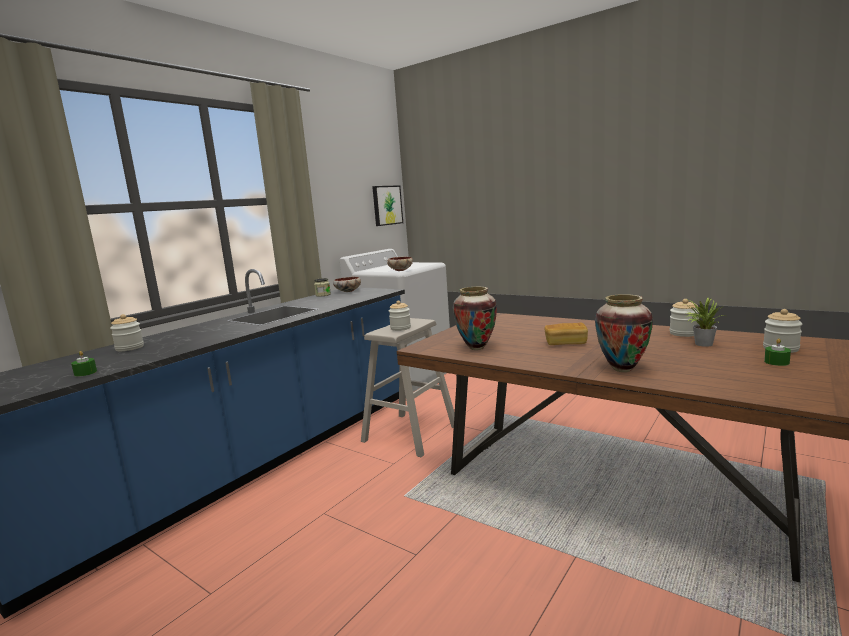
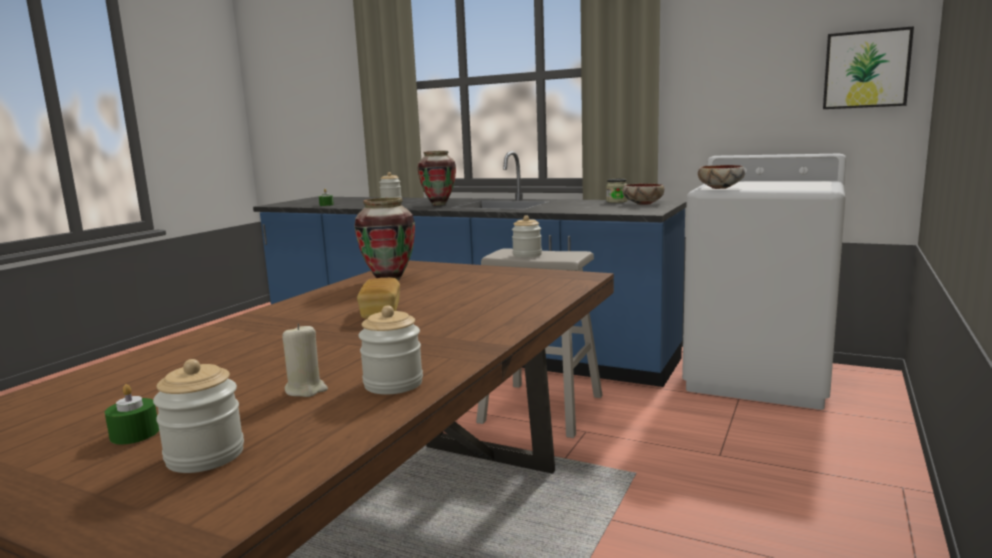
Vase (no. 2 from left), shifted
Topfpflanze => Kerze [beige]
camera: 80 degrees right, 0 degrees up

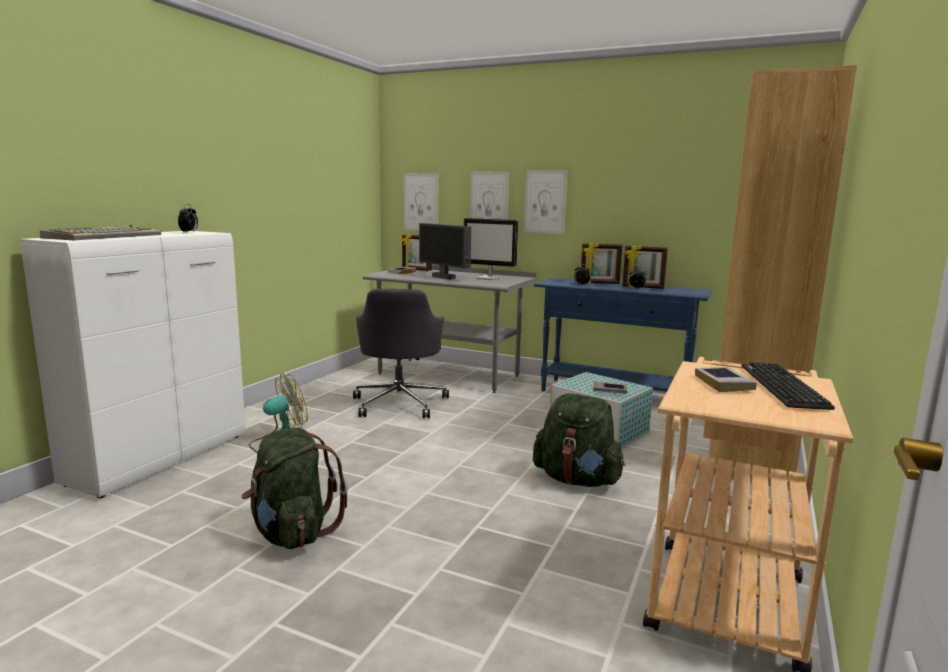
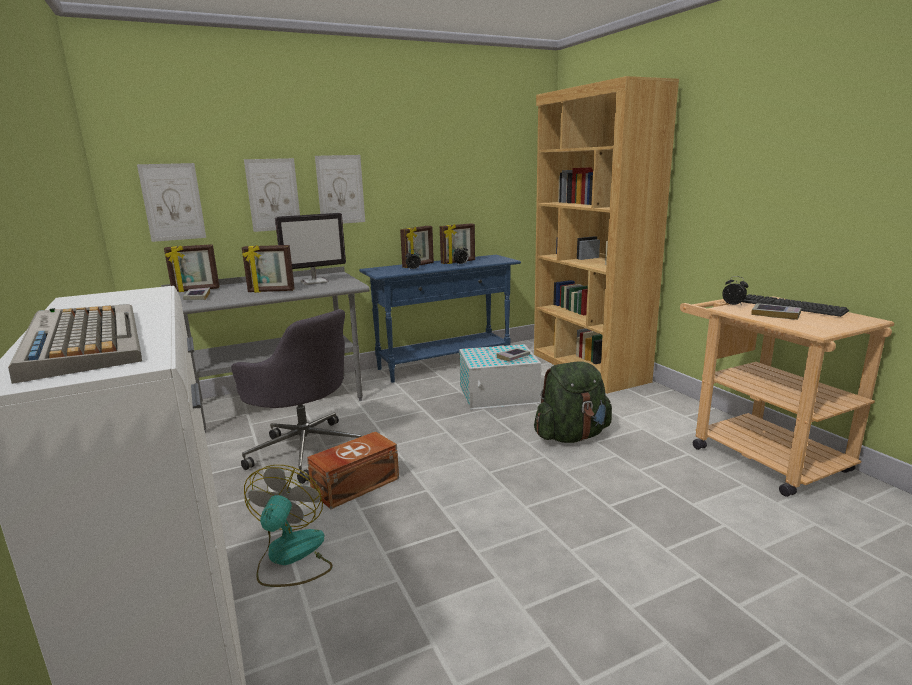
Rucksack [grün] (no. 1 from left) => nothing
nothing => Aufbewahrungsbox [braun]
Wecker (no. 1 from left in the first image) => Wecker (no. 3 from left), shifted
Monitor (no. 1 from left) => Bilderrahmen (no. 2 from left)
camera: 50 degrees left, 5 degrees up

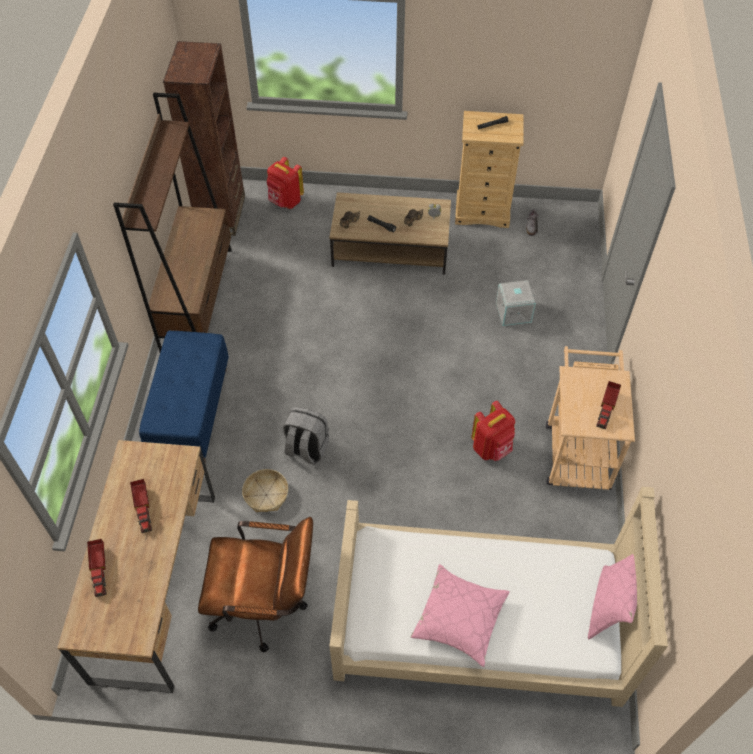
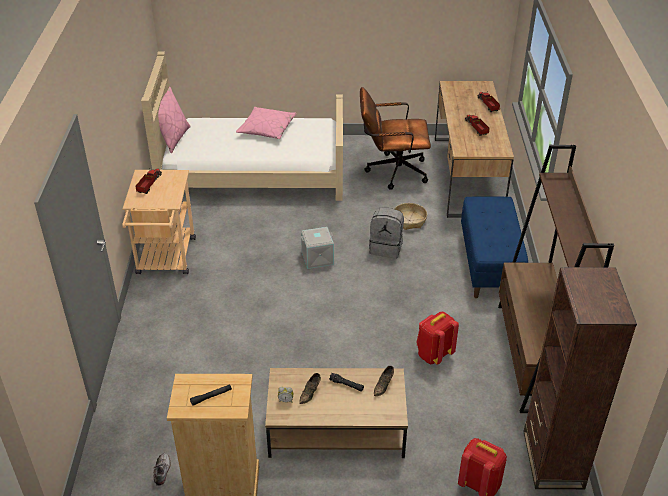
Rucksack [rot] (no. 2 from left in the first image) => Rucksack [rot] (no. 1 from left), shifted
Aufbewahrungsbox [grau], shifted
camera: 175 degrees right, 15 degrees down

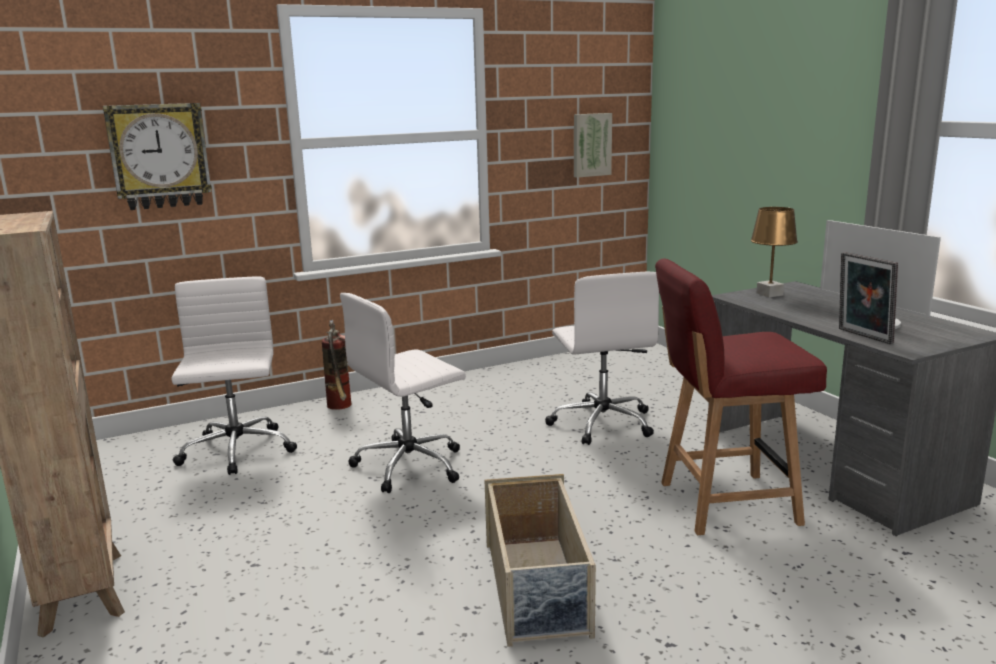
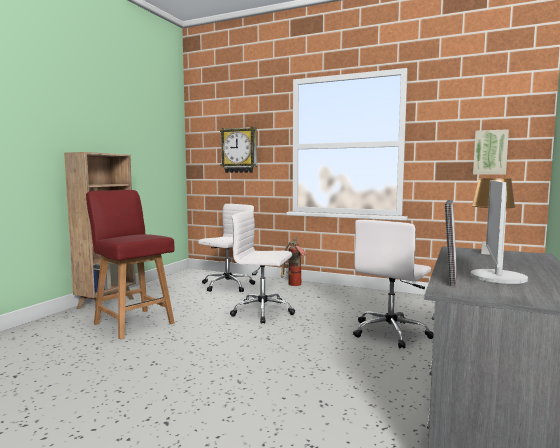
Aufbewahrungsbox [beige] => nothing
Stuhl [rot], shifted
camera: 50 degrees right, 10 degrees down

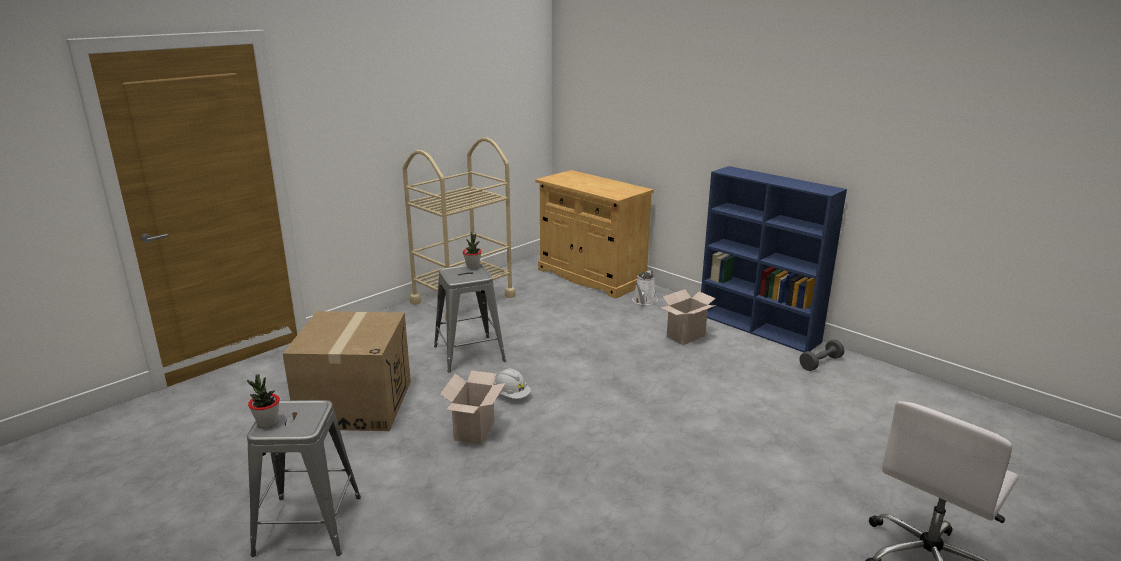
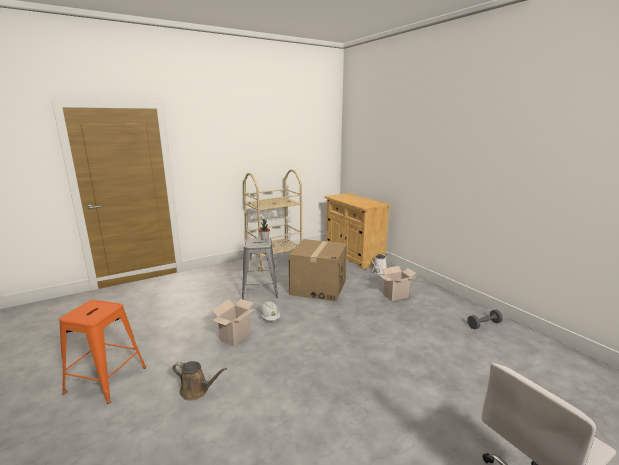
Topfpflanze (no. 1 from left) => nothing
Bücherregal [blau] => nothing
nothing => Gießkanne [braun]
Karton (no. 1 from left in the first image) => Karton (no. 2 from left), shifted
Hocker [grau] (no. 1 from left) => Hocker [orange]
camera: 15 degrees right, 5 degrees down

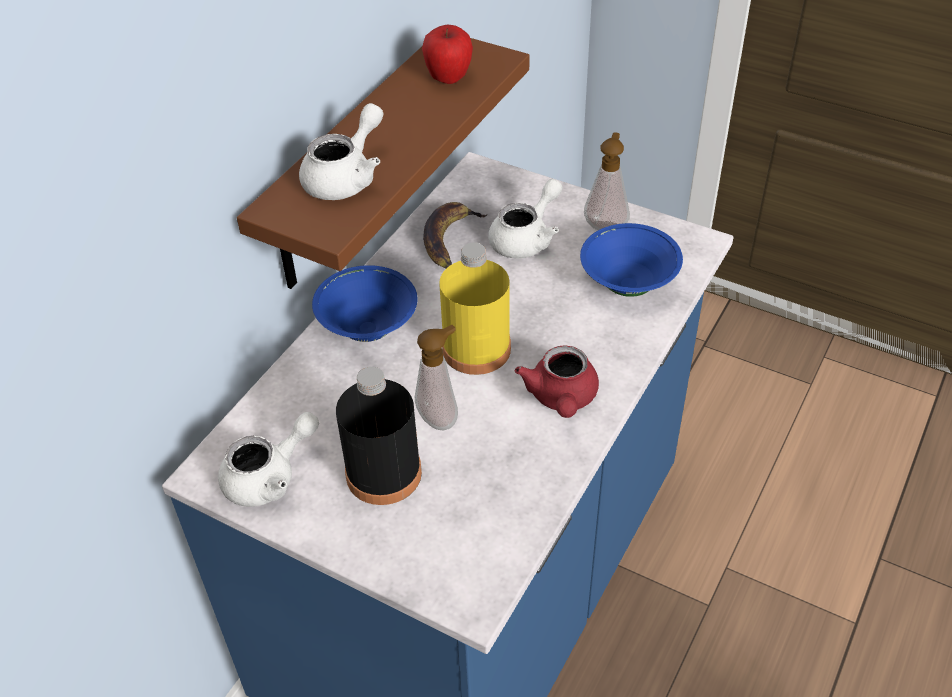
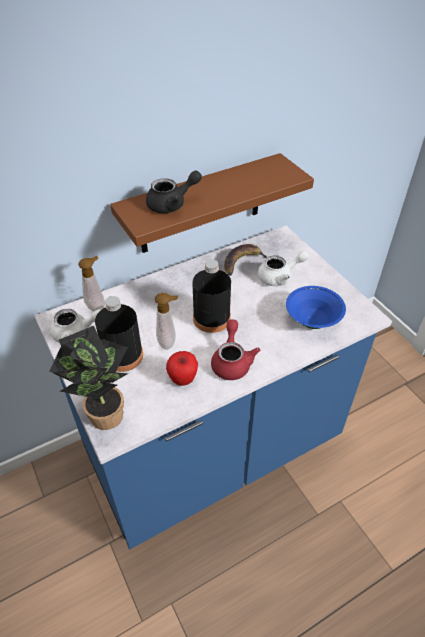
Schüssel [blau] (no. 1 from left) => nothing
nothing => Topfpflanze
Apfel, shifted
Seifenspender (no. 2 from left in the first image) => Seifenspender (no. 1 from left), shifted
Teekanne [weiß] (no. 2 from left) => Teekanne [schwarz]
Flasche [gelb] => Flasche [schwarz] (no. 2 from left)
Teekanne [rot], 150 degrees clockwise
camera: 30 degrees right, 0 degrees up

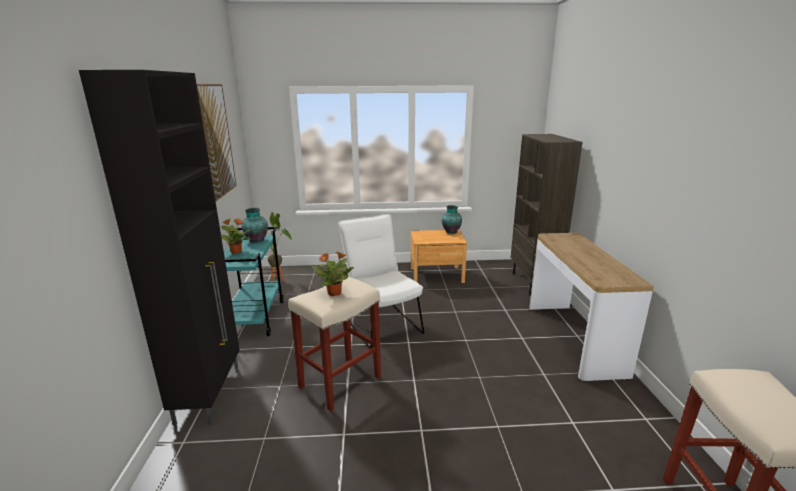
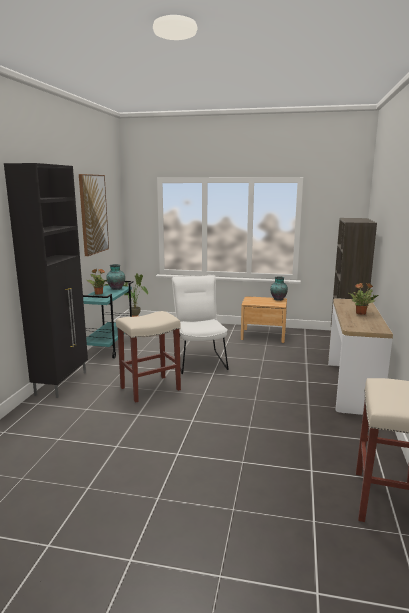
Topfpflanze (no. 3 from left), shifted
camera: 15 degrees right, 5 degrees down

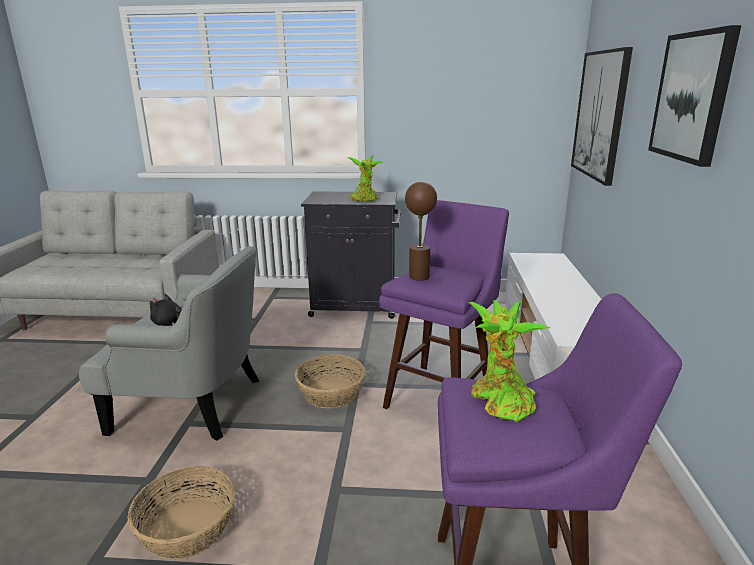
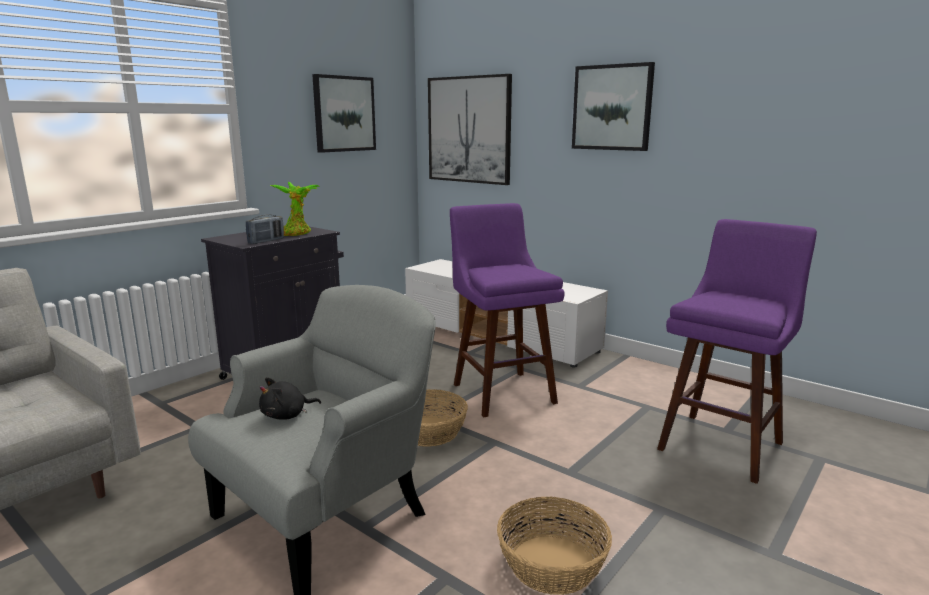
Tischlampe [braun] => nothing
Topfpflanze (no. 2 from left) => nothing
nothing => Radio
nothing => Bild (no. 1 from left)
camera: 55 degrees left, 5 degrees down

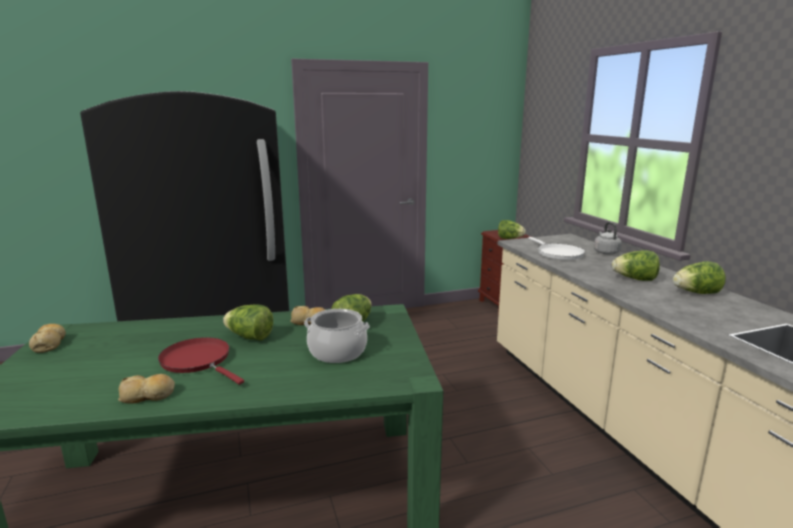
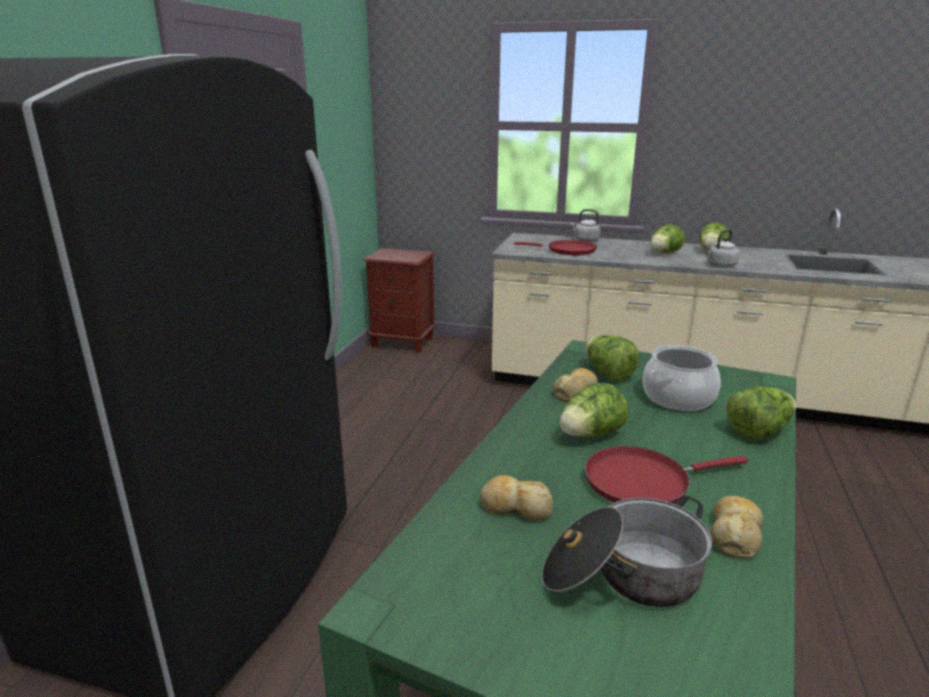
nothing => Kochtopf (no. 1 from left)
nothing => Wasserkessel [grau] (no. 2 from left)
Brot (no. 1 from left), shifted
Salatkopf (no. 3 from left in the first image) => Salatkopf (no. 5 from left), shifted
Pfanne [weiß] => Pfanne [rot] (no. 1 from left)
camera: 55 degrees left, 5 degrees up

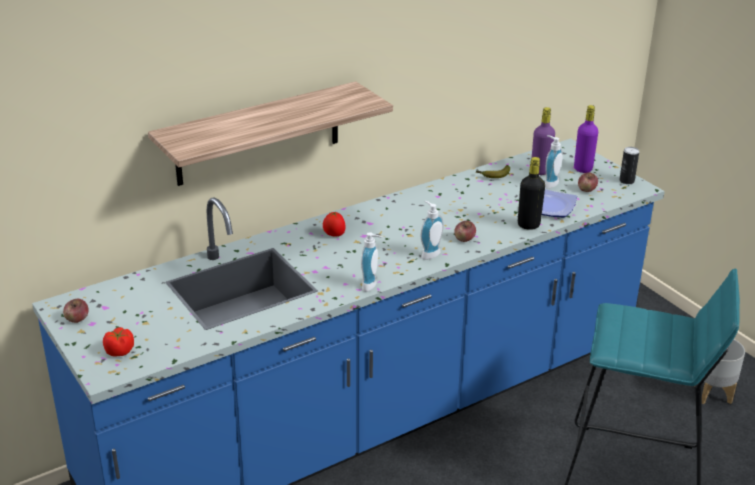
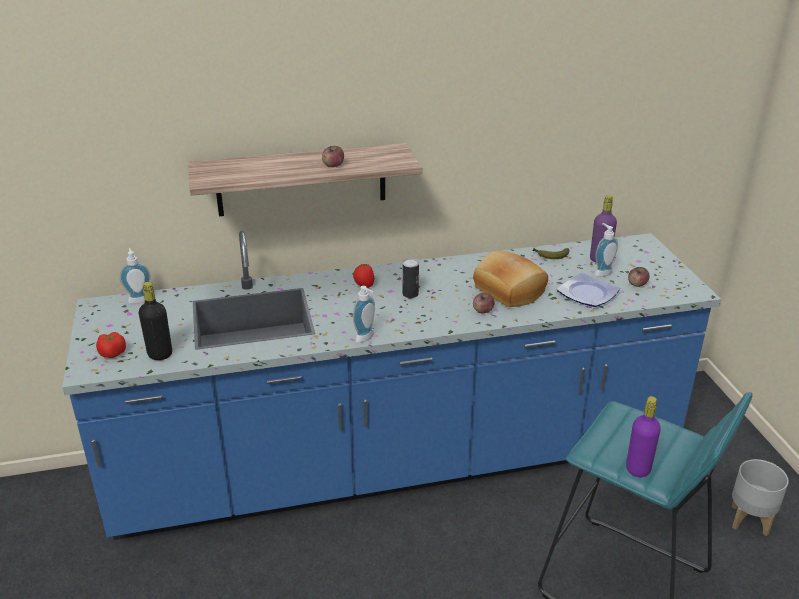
nothing => Brot
Apfel (no. 1 from left), shifted
Seifenspender (no. 2 from left in the first image) => Seifenspender (no. 1 from left), shifted
Flasche [schwarz], shifted
Flasche [lila] (no. 2 from left), shifted
Dose, shifted
camera: 20 degrees right, 0 degrees up

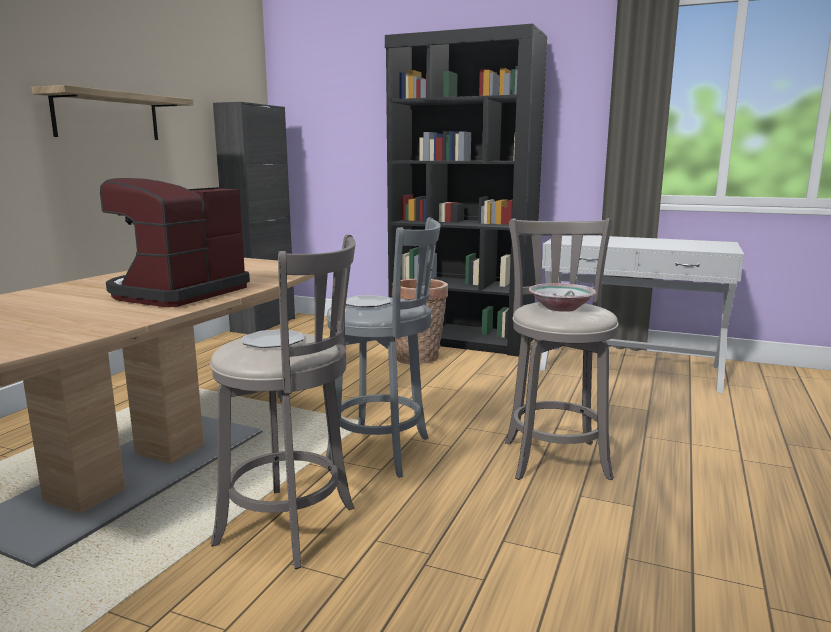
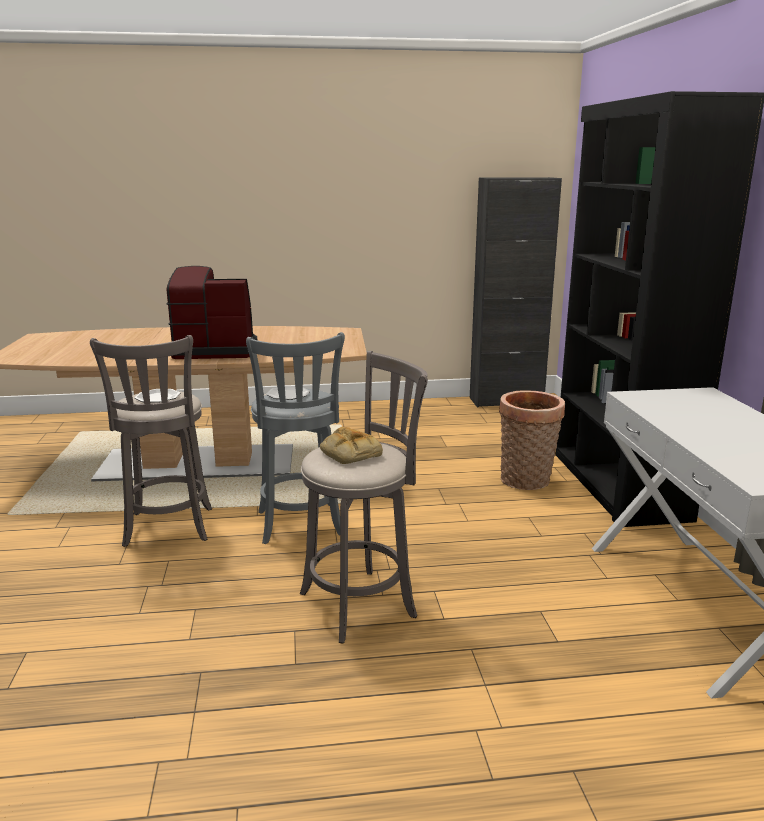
Wandregal => nothing
Schüssel => Brot
camera: 60 degrees right, 5 degrees up

